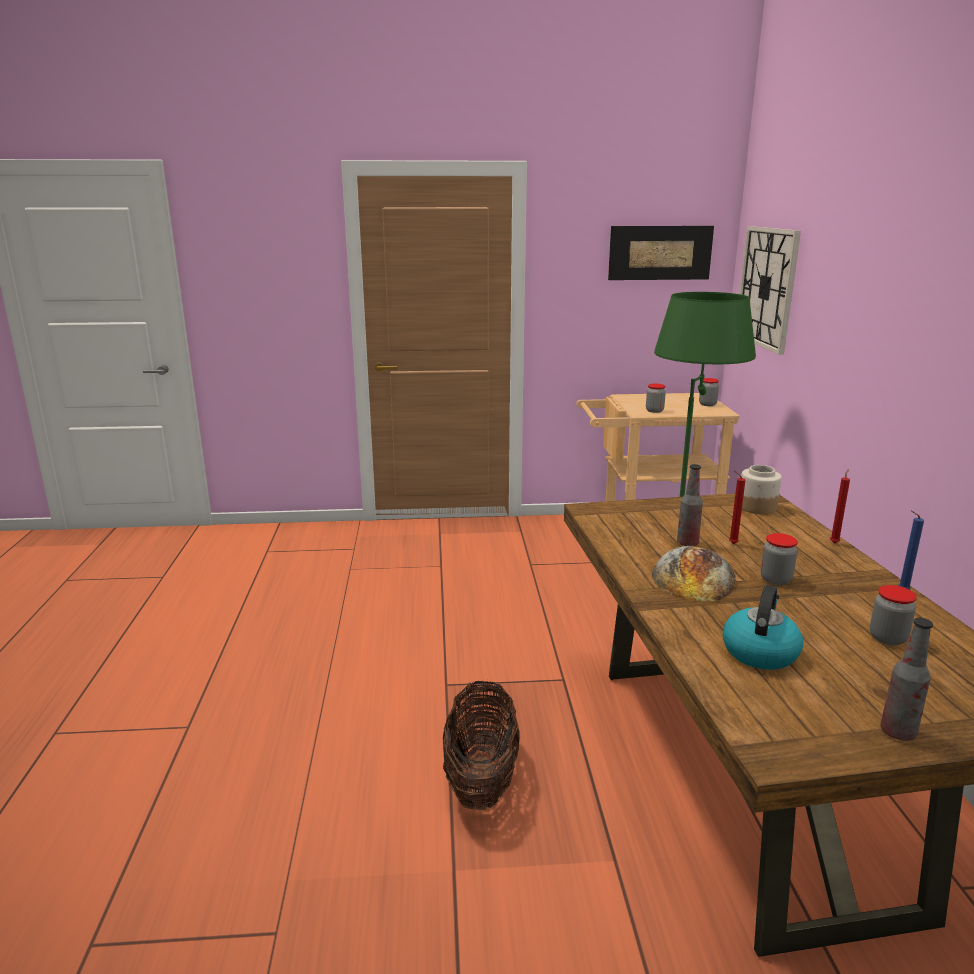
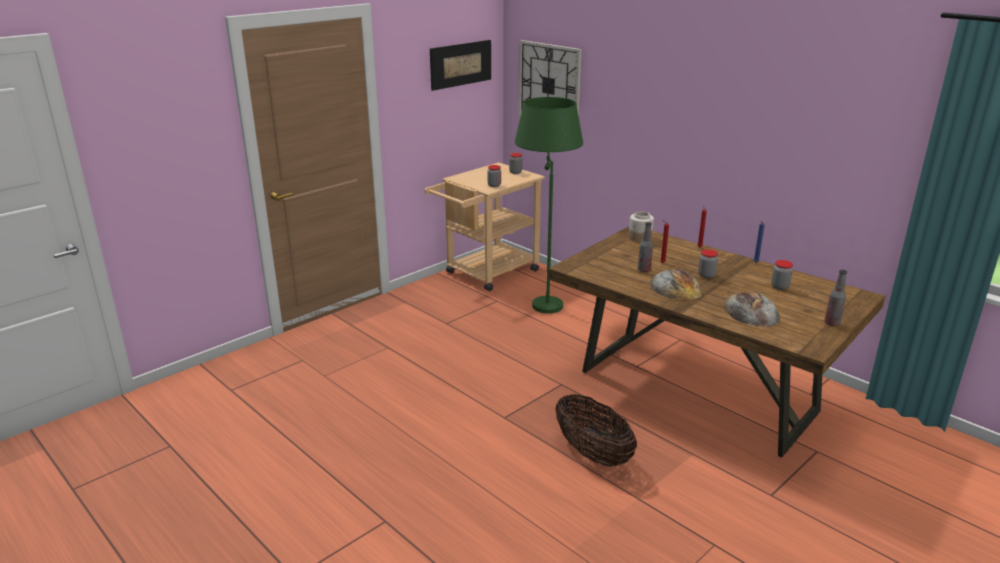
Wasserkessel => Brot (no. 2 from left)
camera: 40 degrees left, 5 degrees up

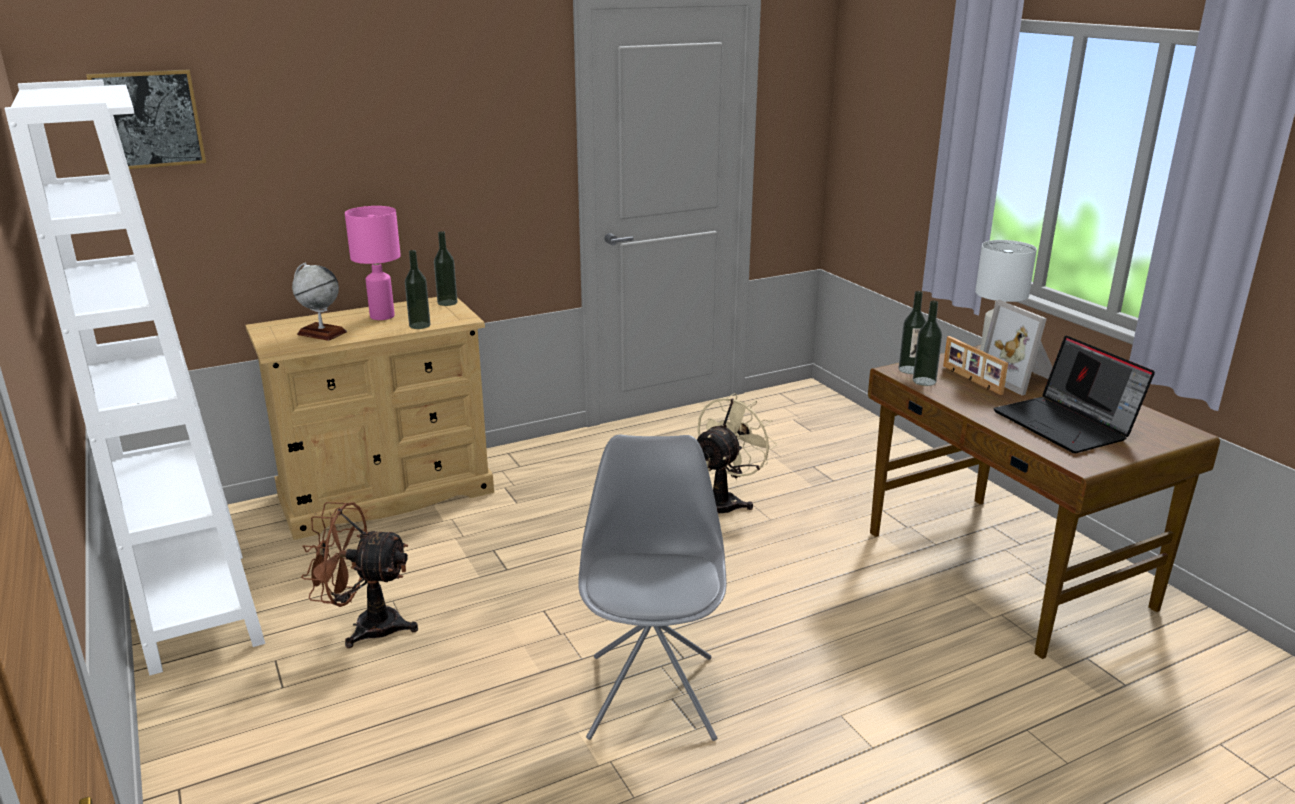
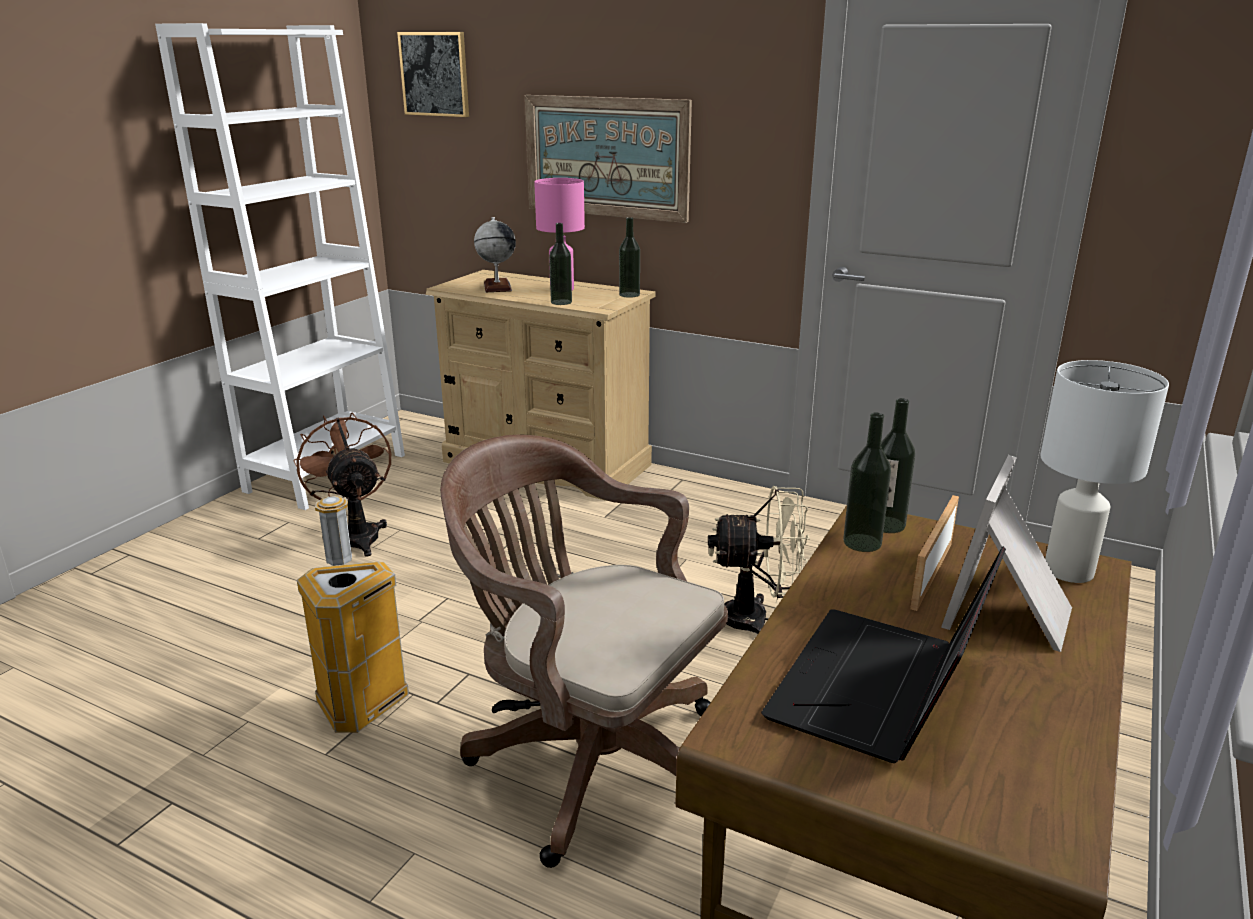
nothing => Bürostuhl [braun]
nothing => Bild (no. 2 from left)
Stuhl [grau] => Mülleimer
camera: 55 degrees right, 0 degrees up

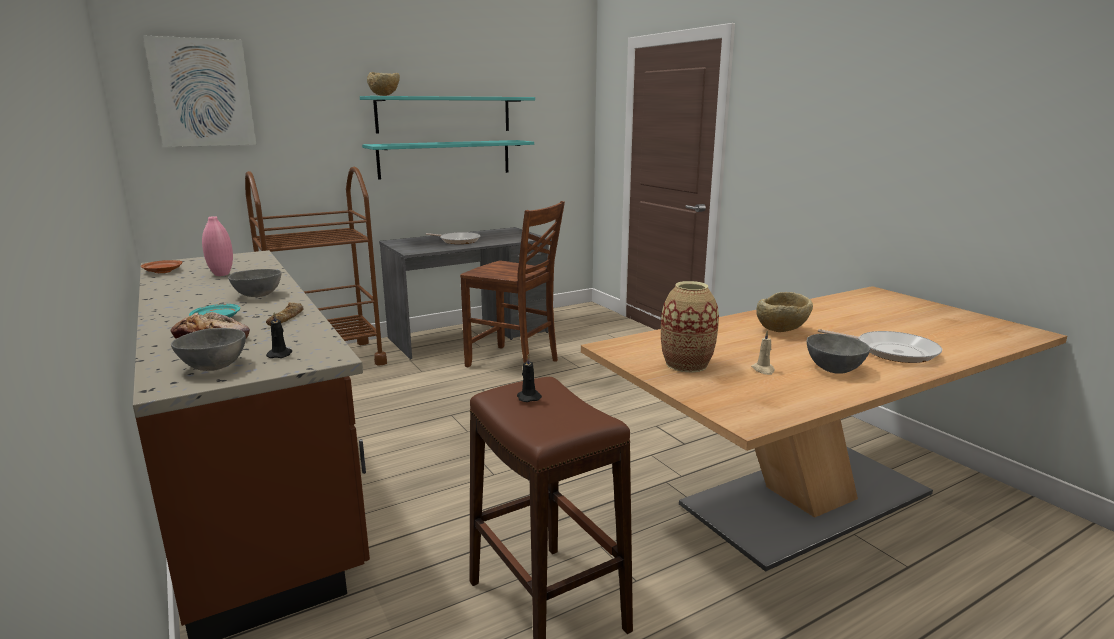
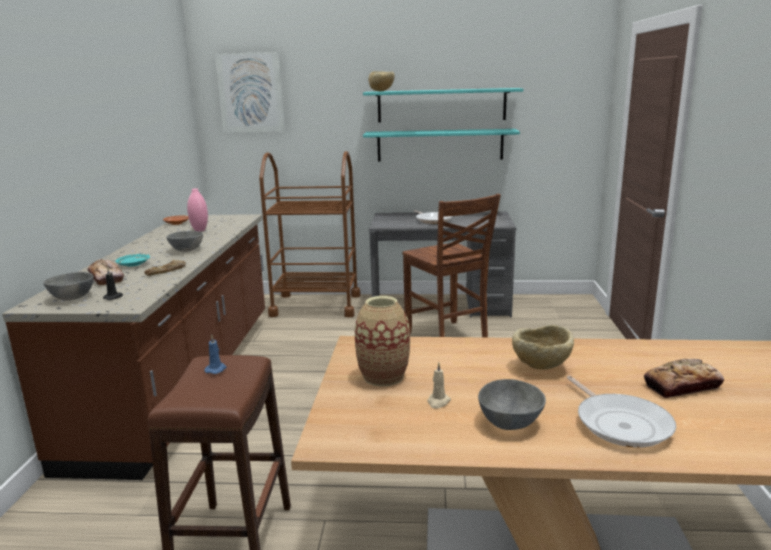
nothing => Brot (no. 3 from left)
Kerze [schwarz] (no. 2 from left) => Kerze [blau]
camera: 35 degrees right, 0 degrees up

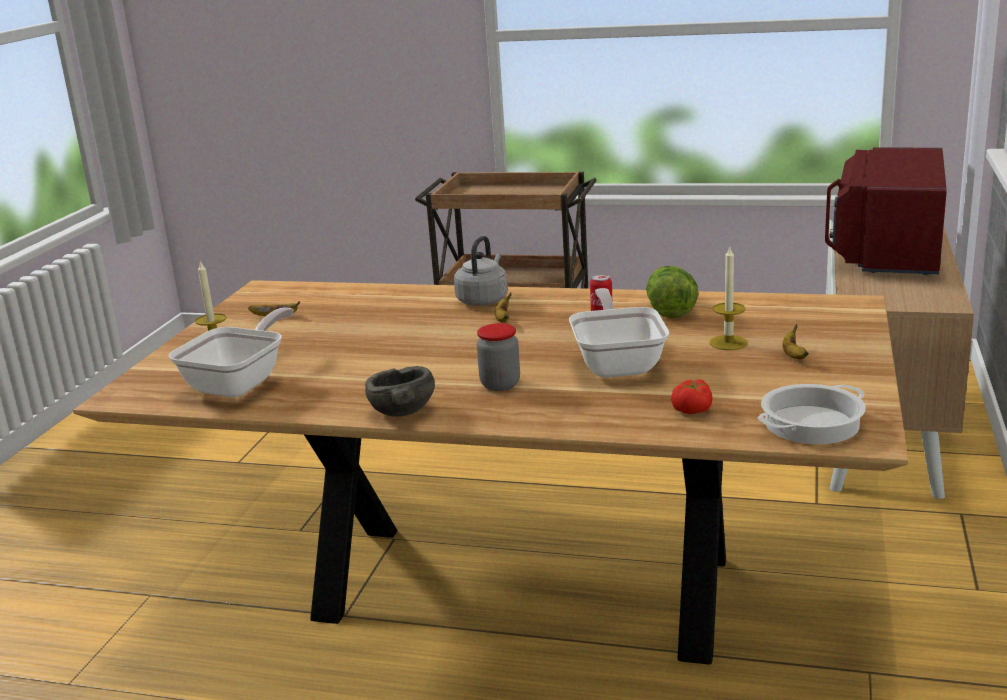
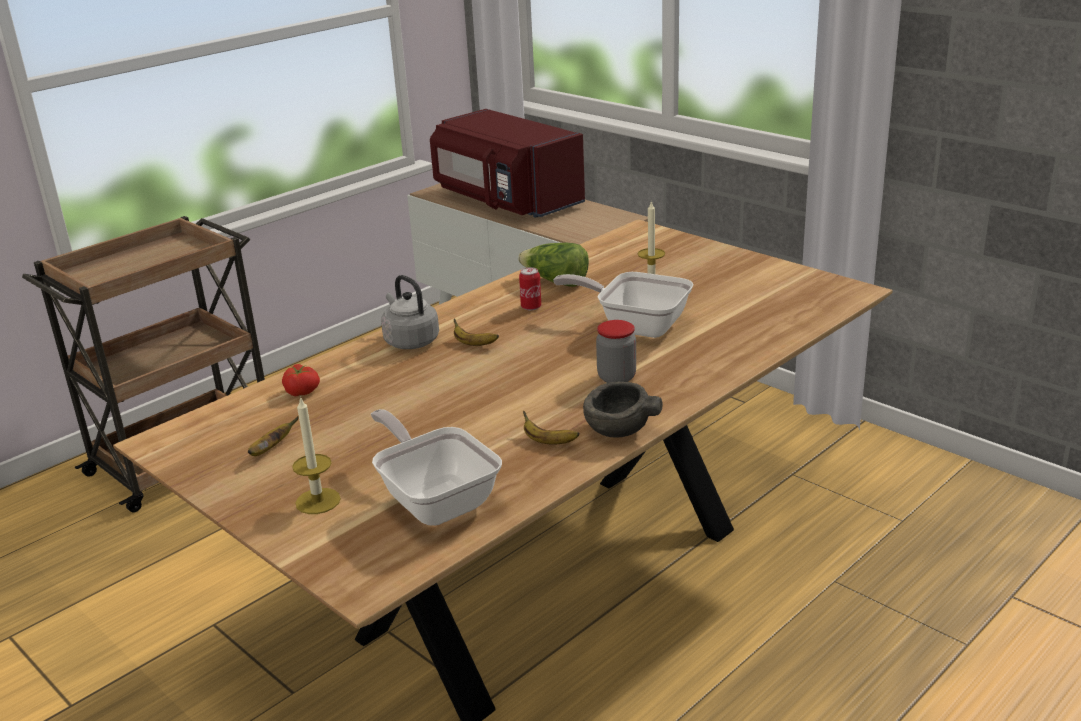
Kochtopf => nothing
Tomate, shifted
Banane (no. 3 from left), shifted
camera: 60 degrees left, 5 degrees up

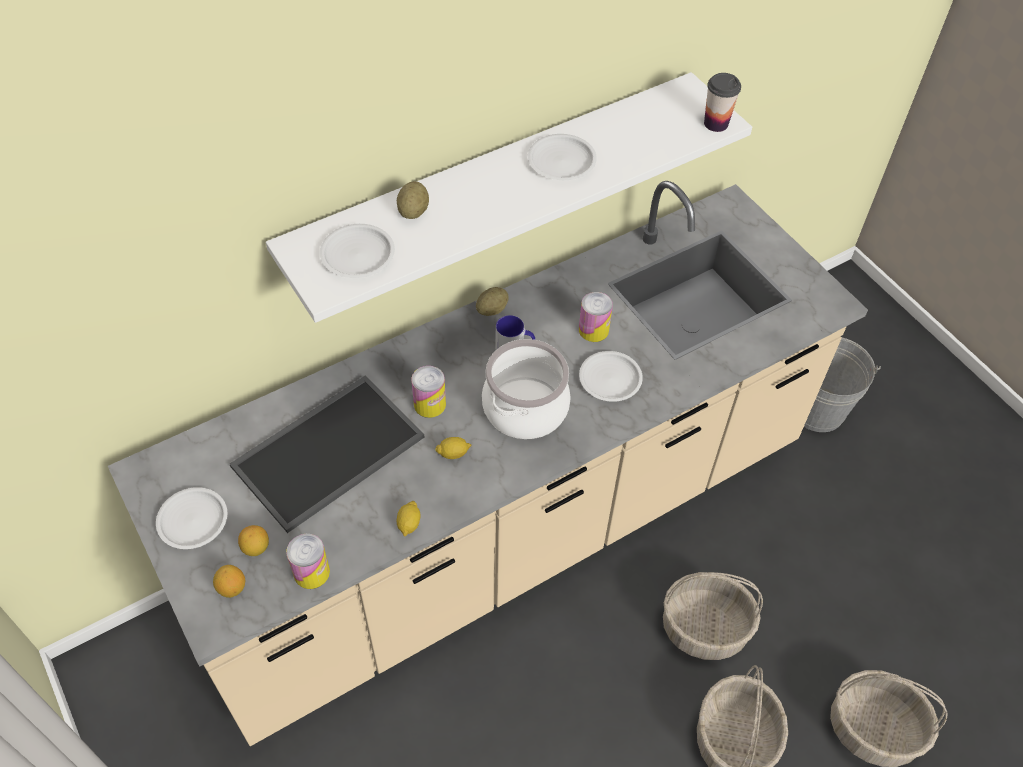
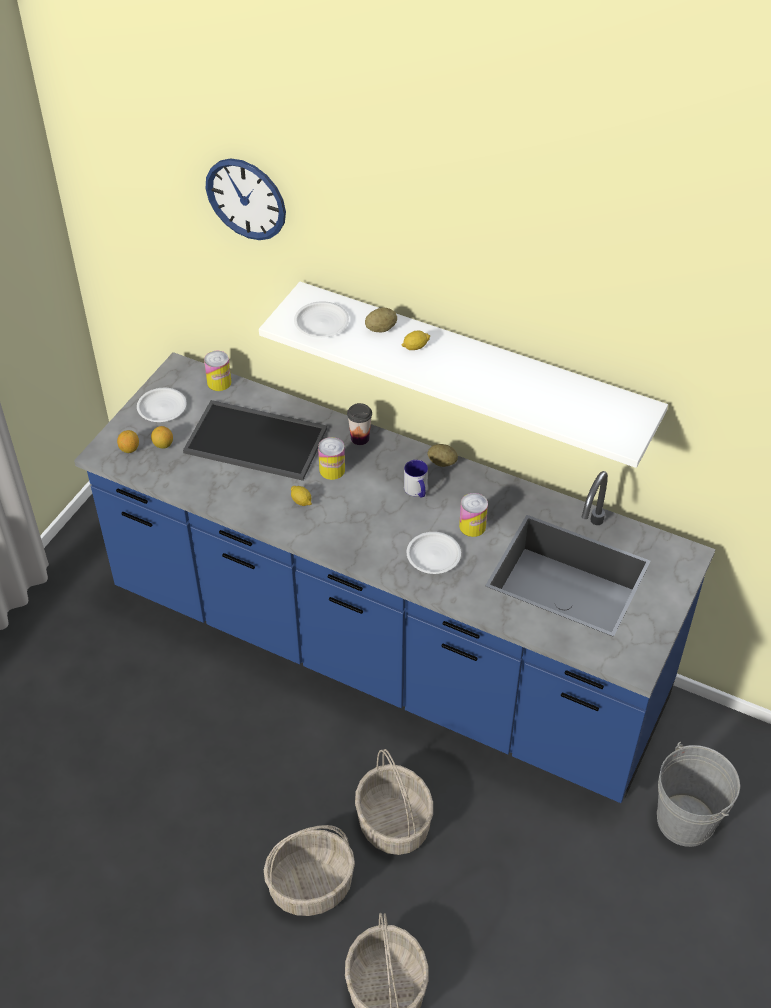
Kochtopf => nothing
Teller [weiß] (no. 3 from left) => nothing
nothing => Wanduhr
Dose (no. 1 from left), shifted
Zitrone (no. 3 from left in the first image) => Zitrone (no. 4 from left), shifted
Tasse, shifted
Küchenzeile [beige] => Küchenzeile [blau]
camera: 60 degrees right, 5 degrees down

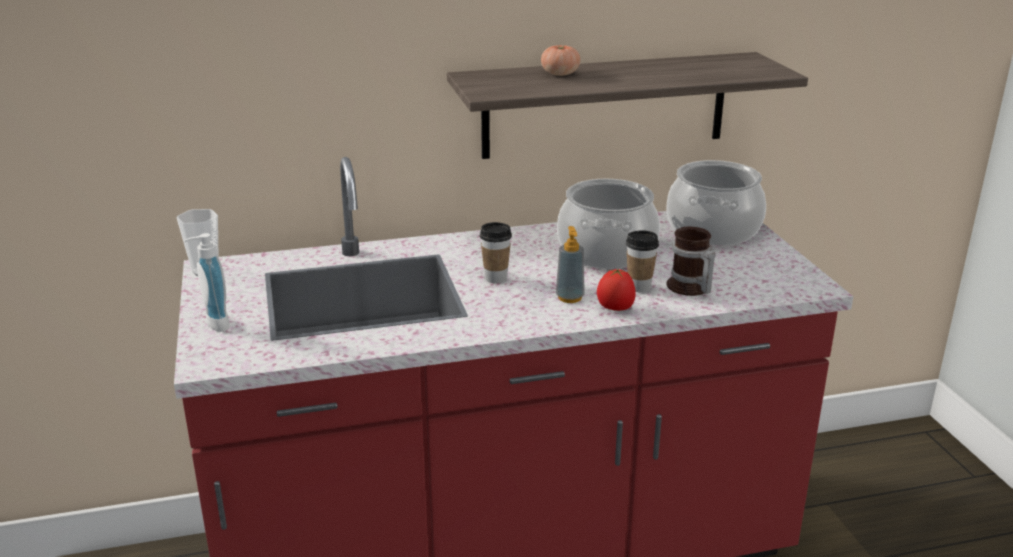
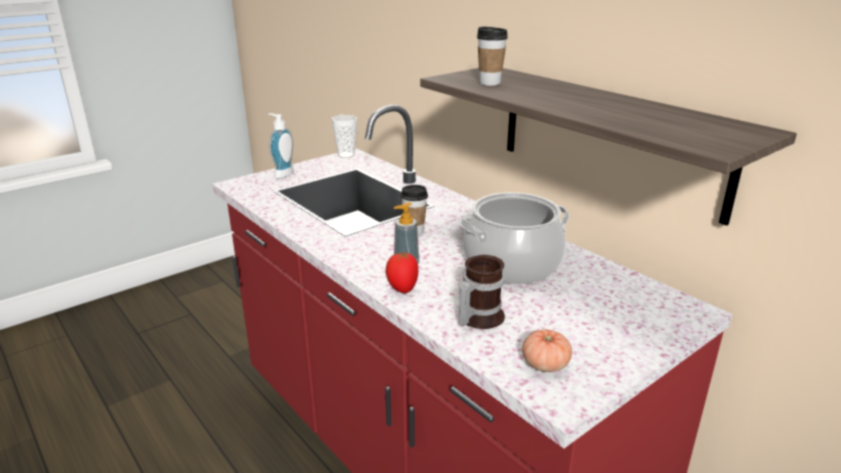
Kochtopf (no. 2 from left) => nothing
Tomate (no. 1 from left in the first image) => Tomate (no. 2 from left), shifted
Tasse (no. 3 from left), shifted
camera: 65 degrees right, 0 degrees up

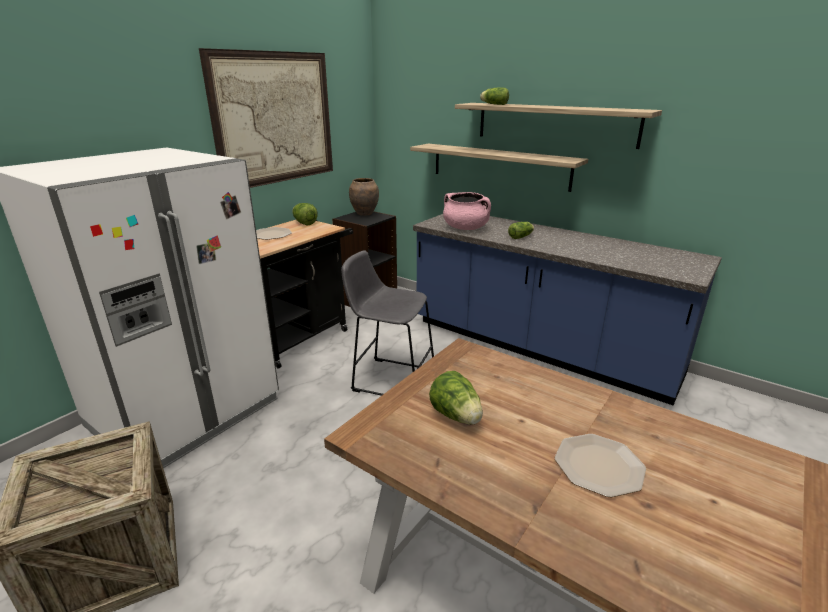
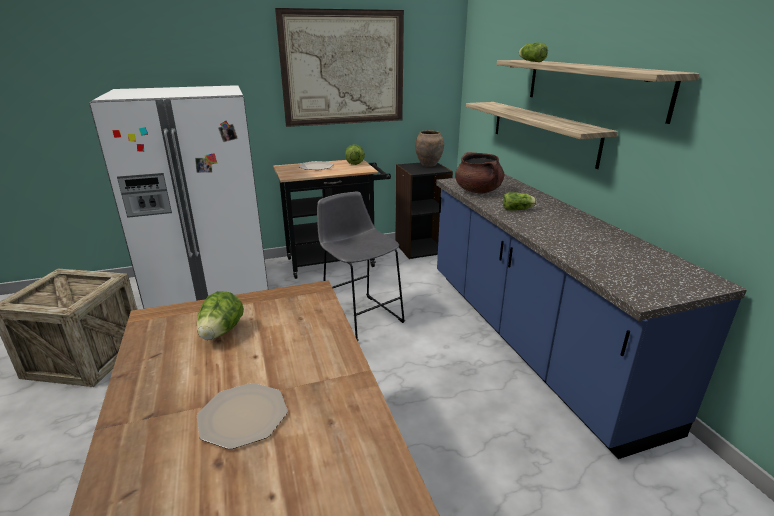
Kochtopf [rosa] => Kochtopf [braun]
camera: 35 degrees right, 0 degrees up

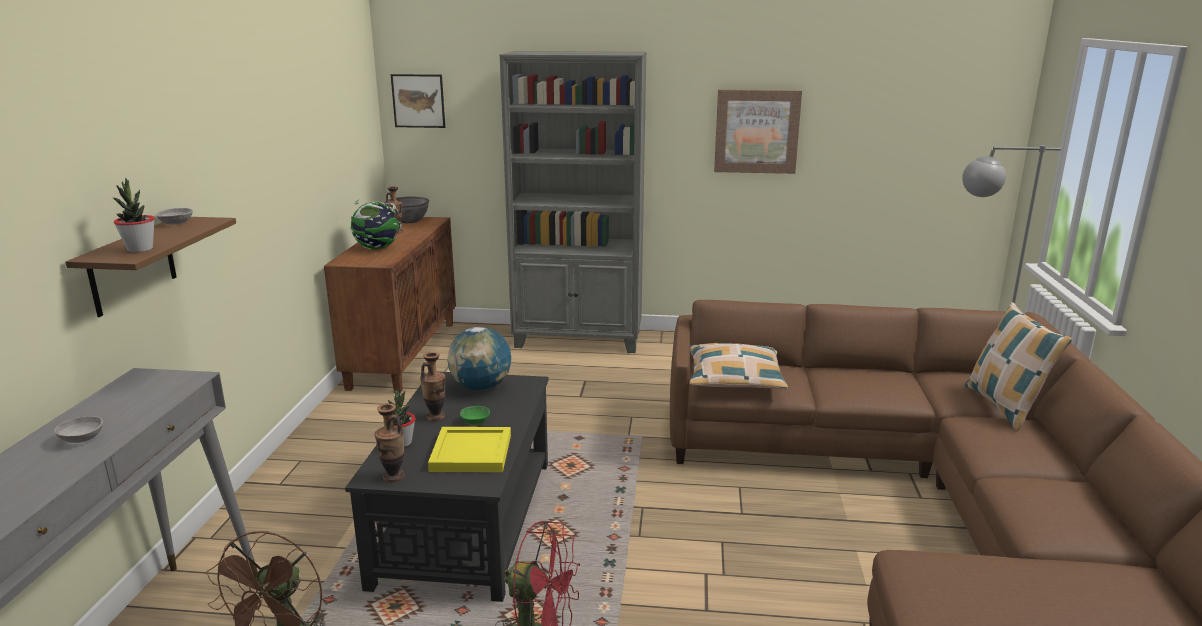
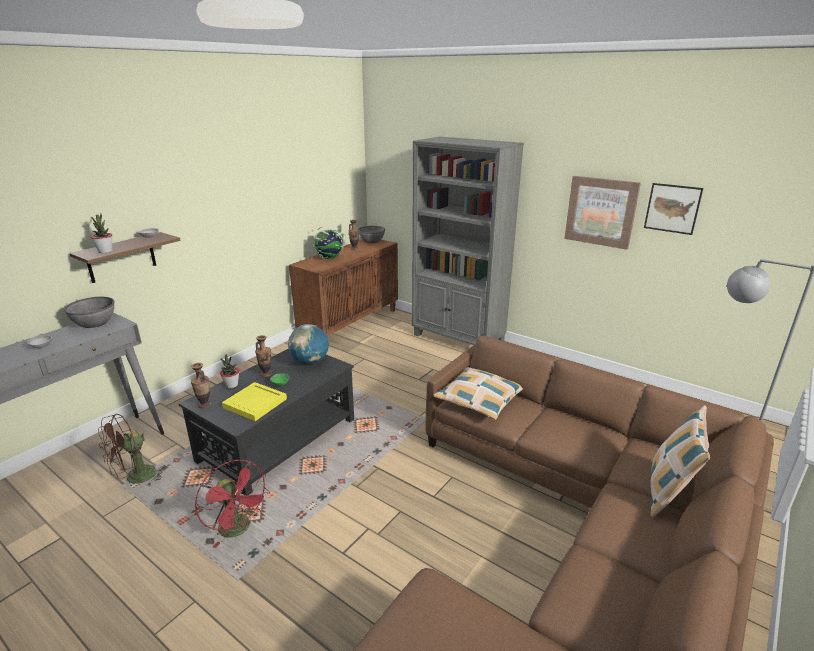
nothing => Schüssel [grau] (no. 2 from left)
Bild (no. 1 from left in the first image) => Bild (no. 2 from left), shifted
camera: 30 degrees right, 5 degrees up

